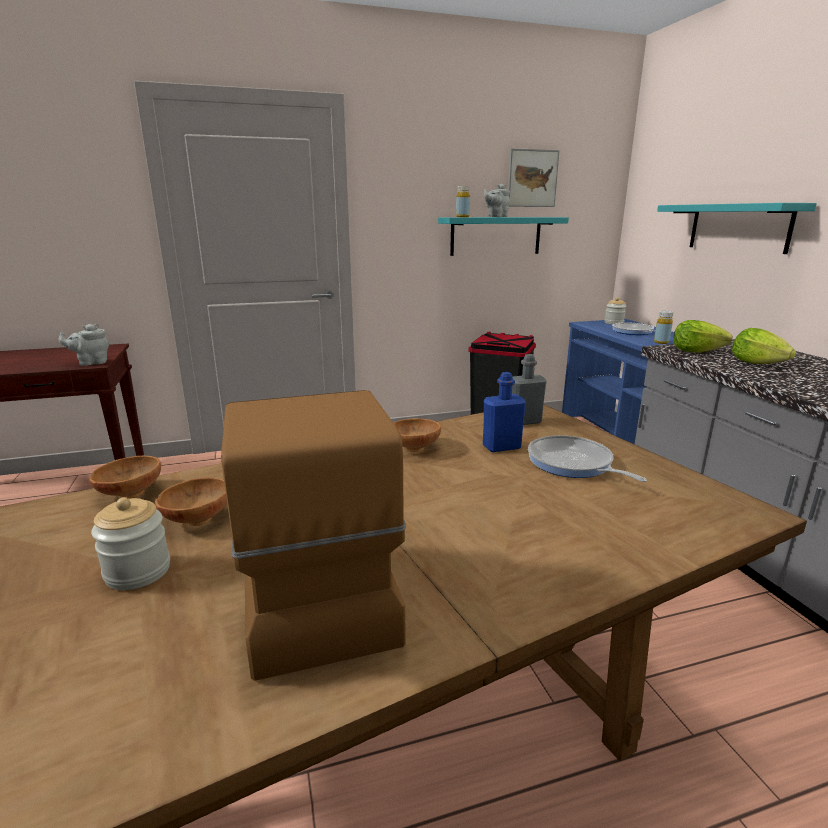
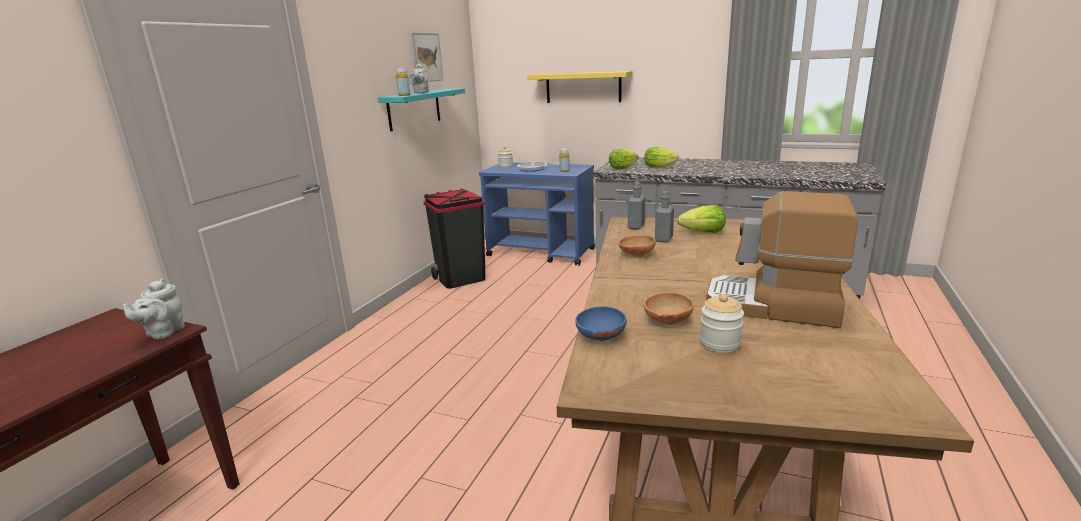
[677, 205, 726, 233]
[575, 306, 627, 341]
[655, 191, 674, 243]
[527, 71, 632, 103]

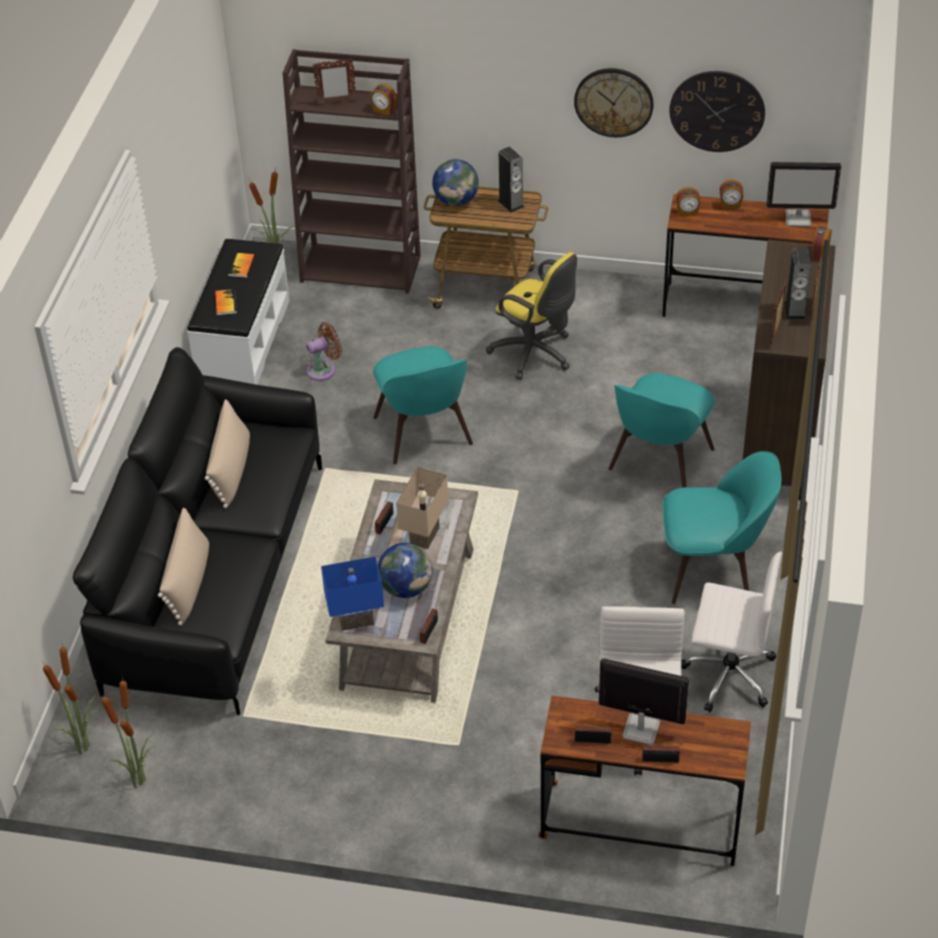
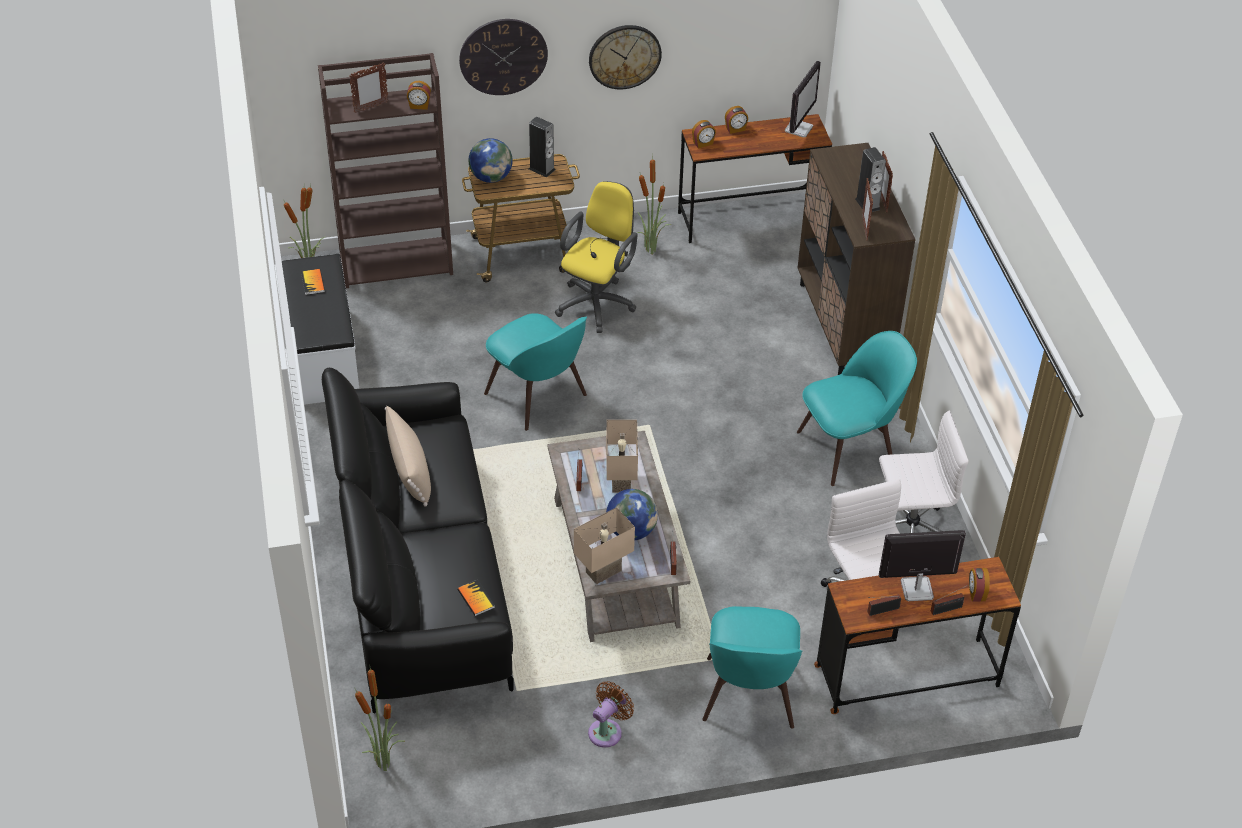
[158, 508, 209, 626] (first image)
[637, 155, 671, 254]
[457, 580, 495, 616]
[588, 681, 634, 748]
[702, 606, 802, 729]
[459, 19, 548, 95]
[969, 568, 990, 602]
[574, 507, 635, 584]
[555, 181, 637, 333]
[785, 61, 821, 138]

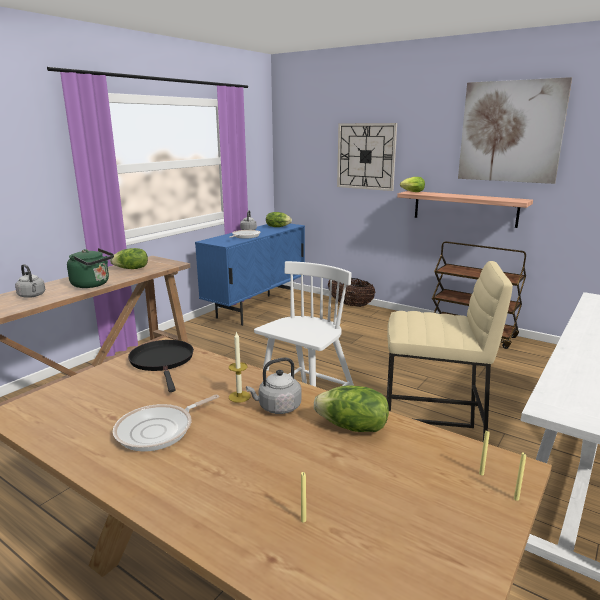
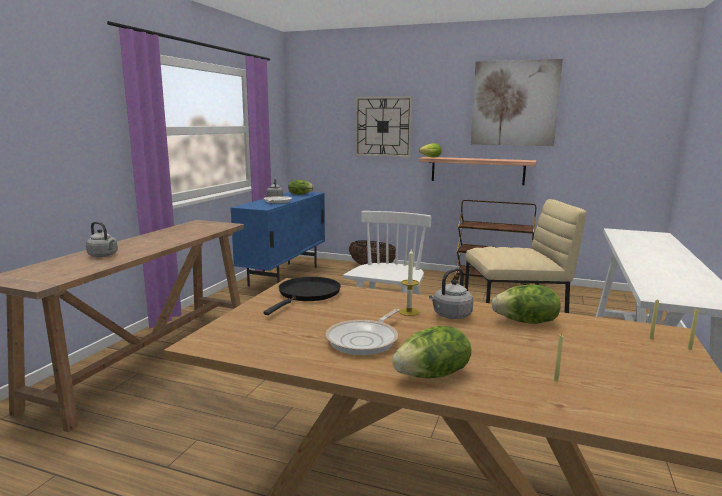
[67, 248, 114, 288] (first image)
[392, 326, 471, 378]
[263, 277, 341, 315]

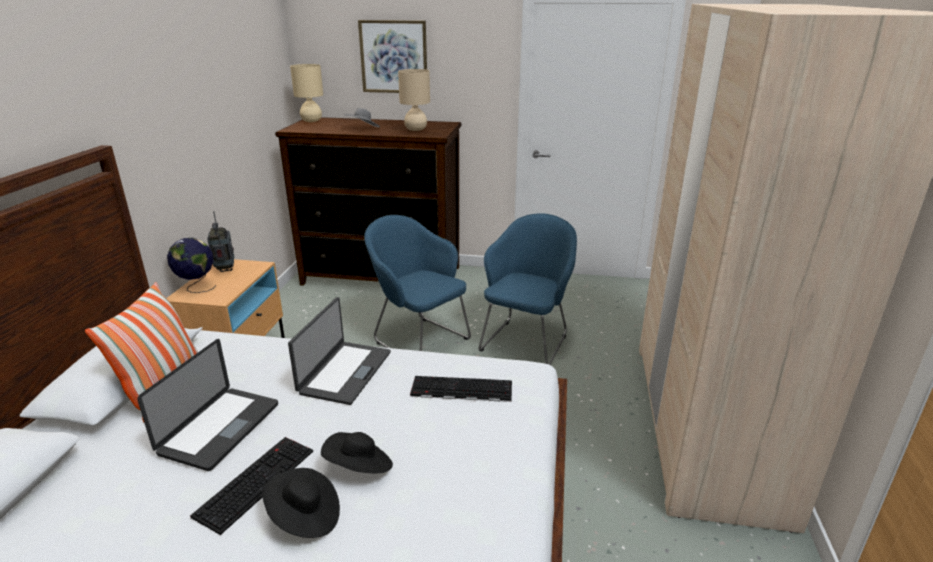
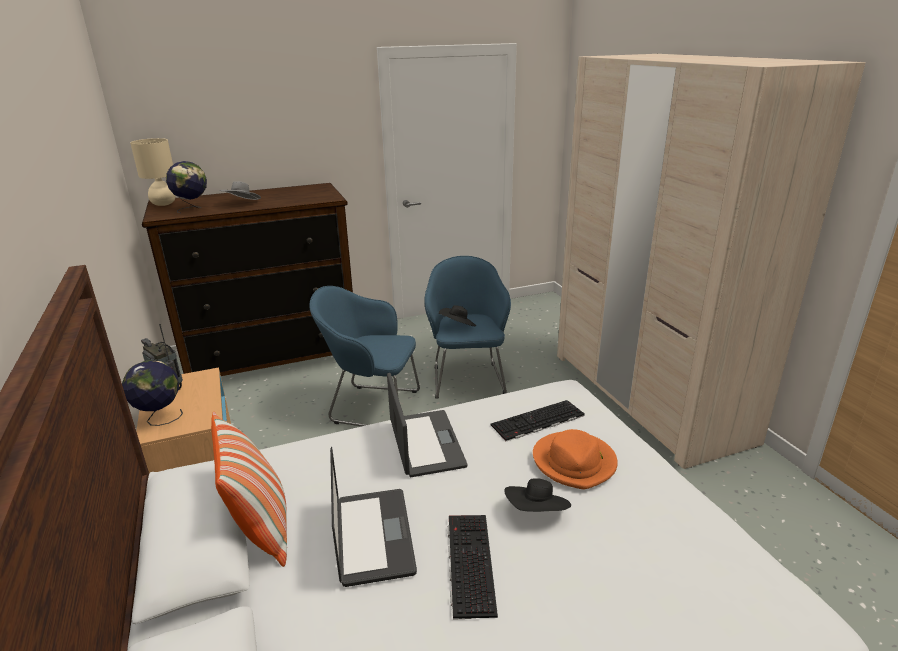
[358, 20, 427, 93] (first image)
[398, 69, 430, 131] (first image)
[166, 161, 207, 213]
[533, 429, 618, 490]
[439, 305, 476, 326]

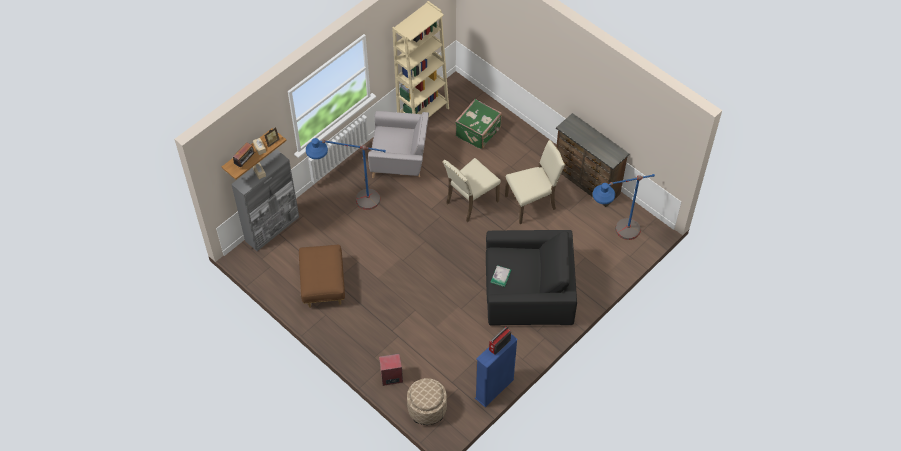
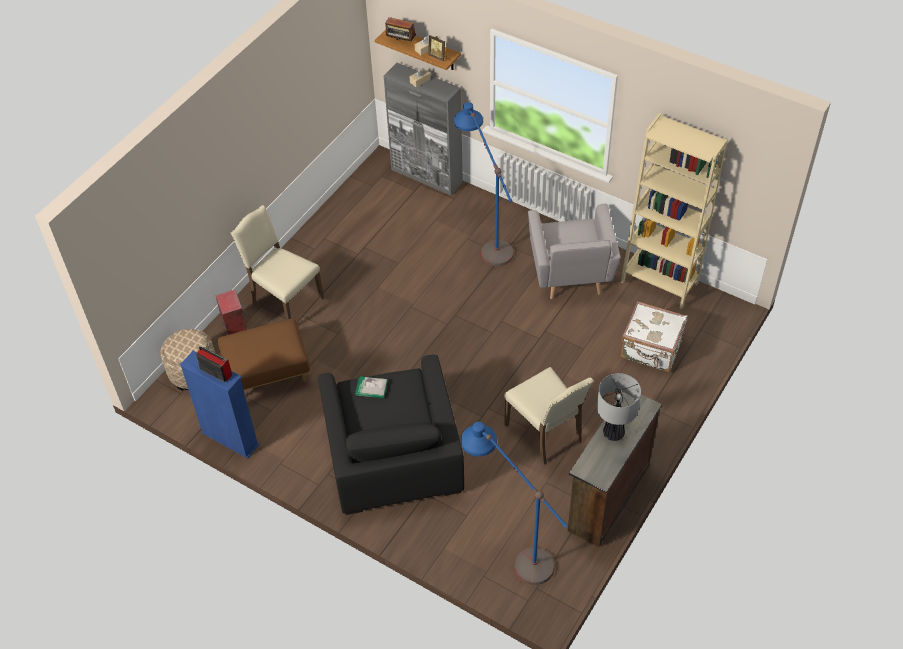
[597, 373, 641, 441]
[218, 318, 310, 390]
[231, 205, 324, 320]
[621, 301, 687, 372]

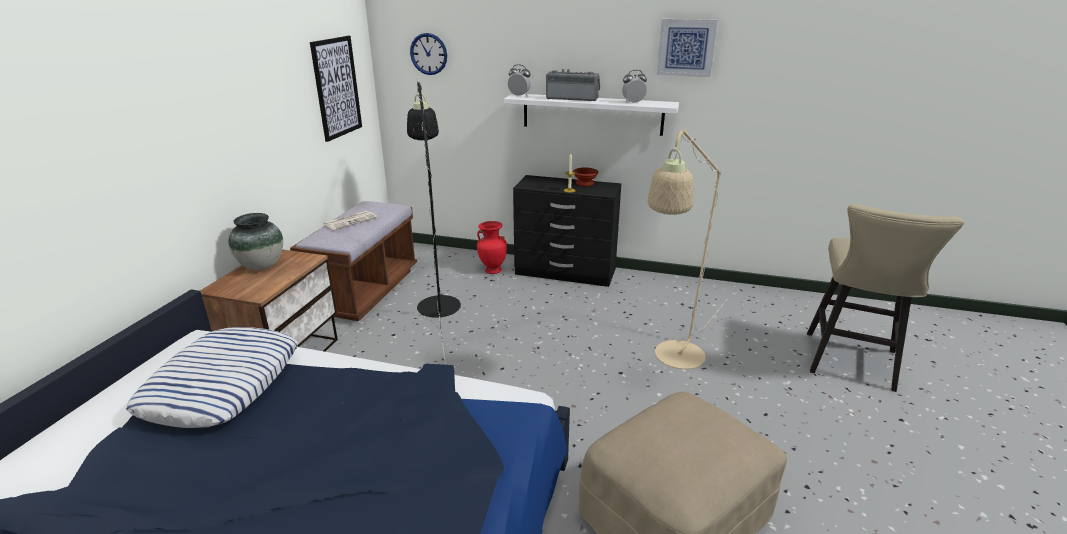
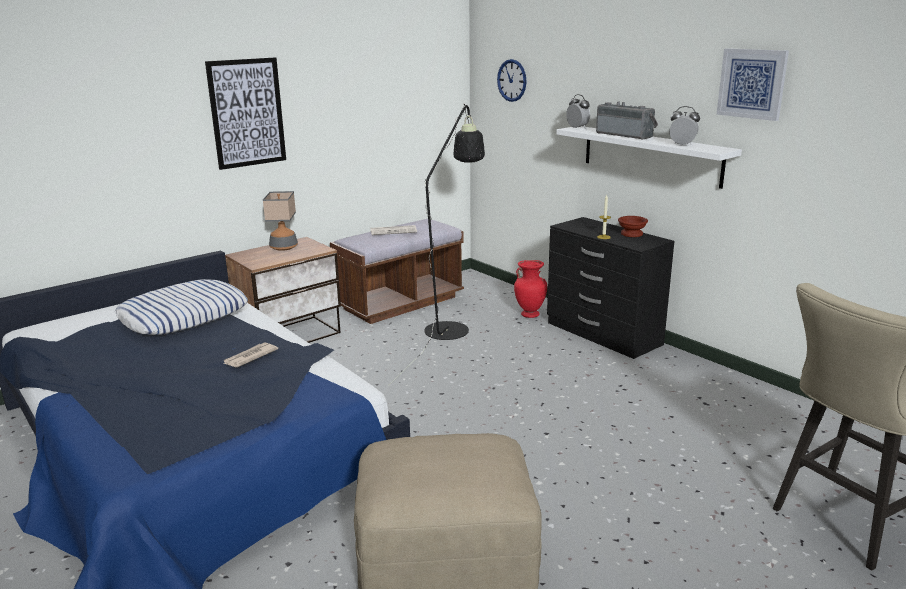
[648, 127, 727, 369] (first image)
[223, 342, 278, 367]
[205, 57, 286, 170]
[263, 191, 298, 251]

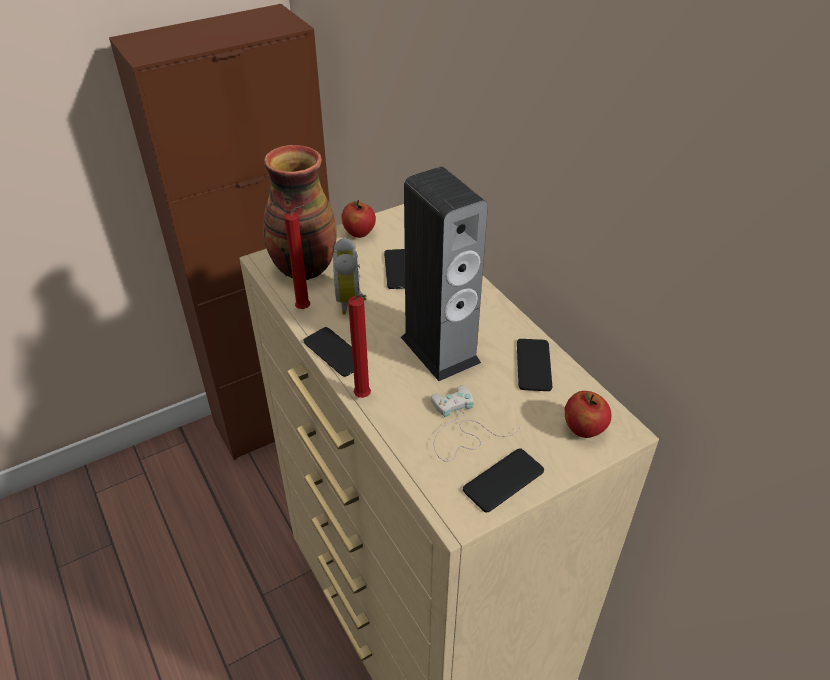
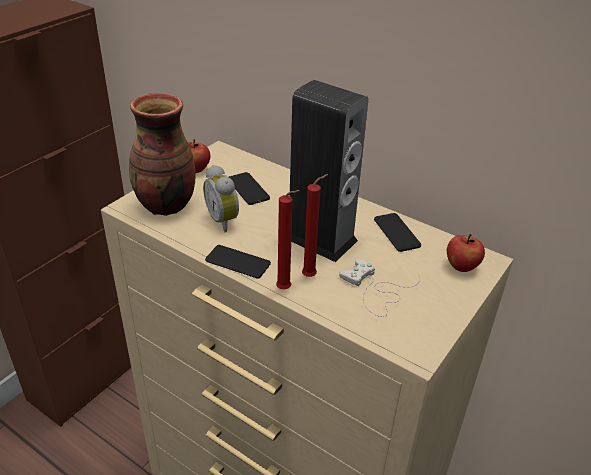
[463, 448, 544, 513] (first image)
[302, 174, 328, 277]

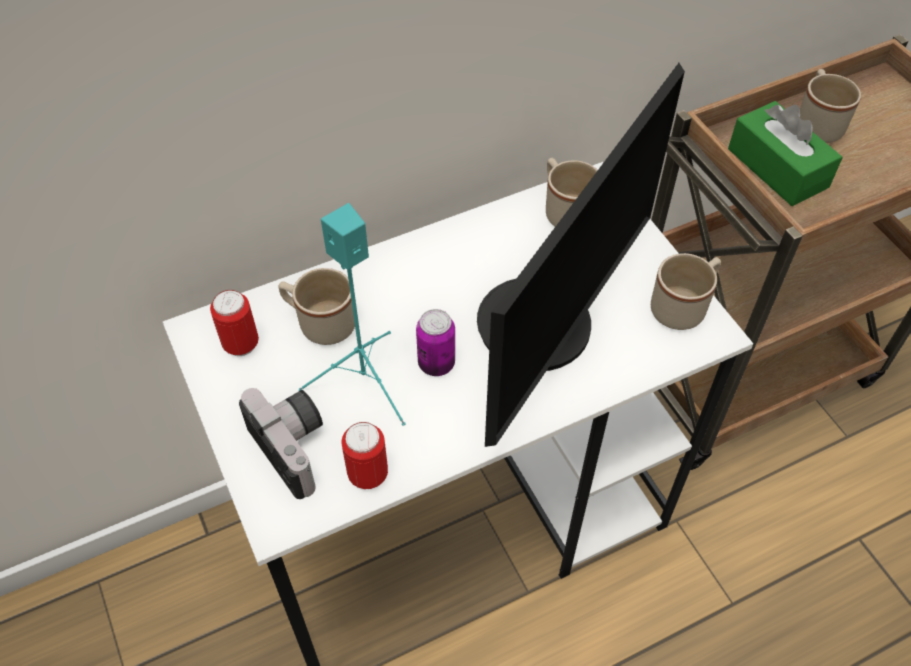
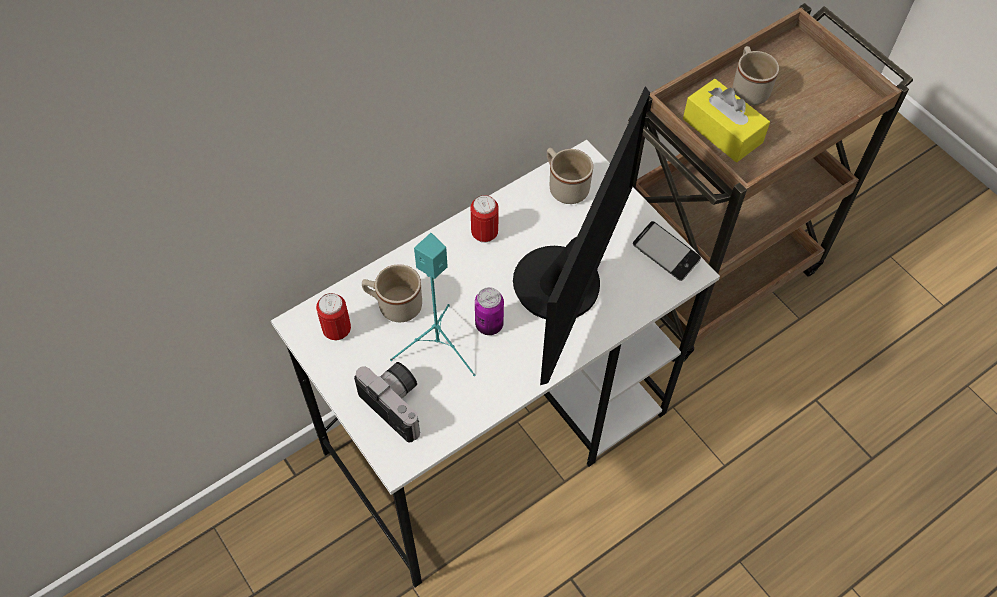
[470, 195, 499, 243]
[633, 221, 701, 281]
[683, 79, 770, 162]

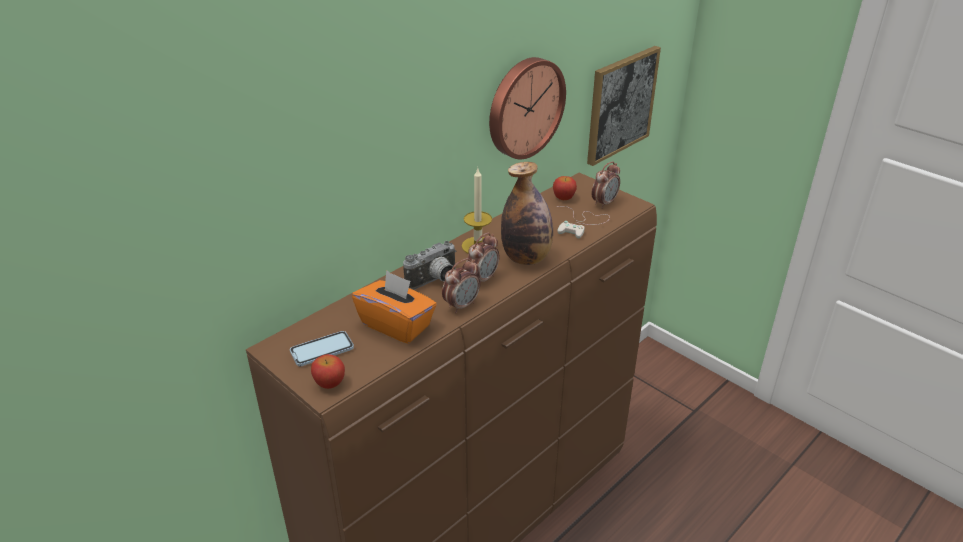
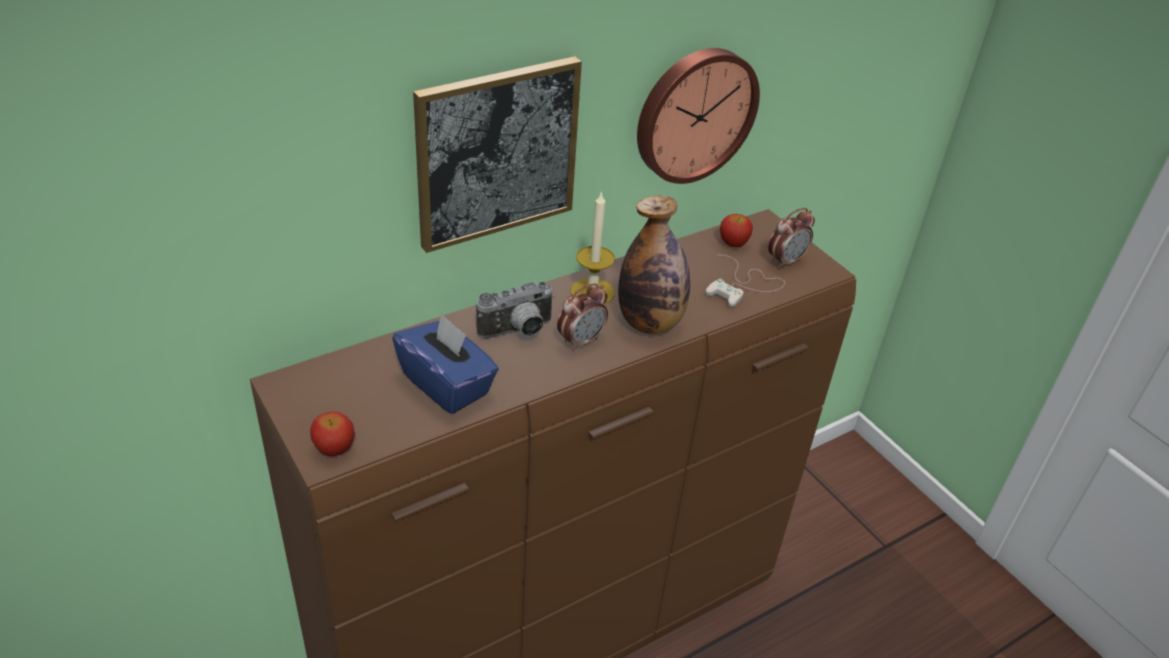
[290, 331, 354, 366] (first image)
[442, 258, 480, 313] (first image)
[413, 56, 582, 253]
[392, 313, 499, 414]

